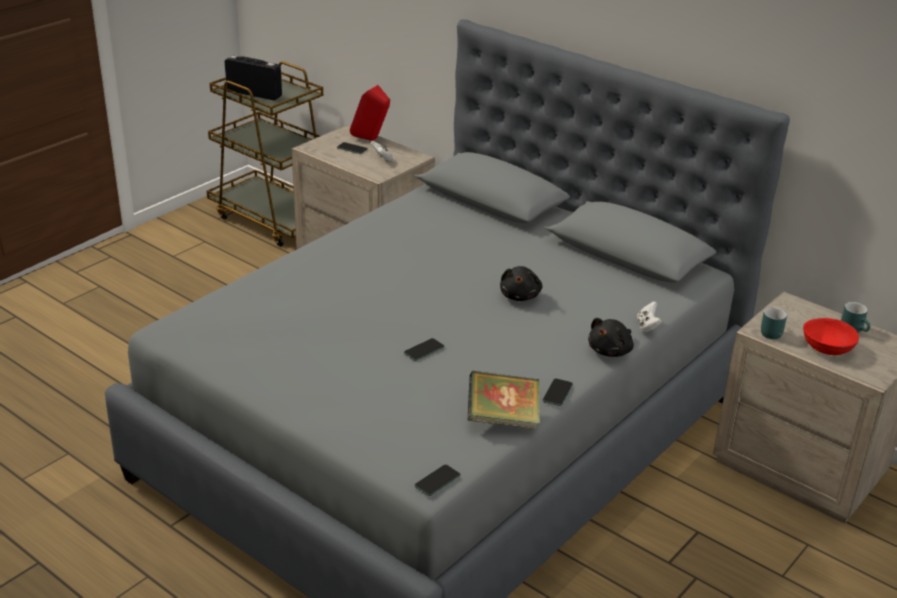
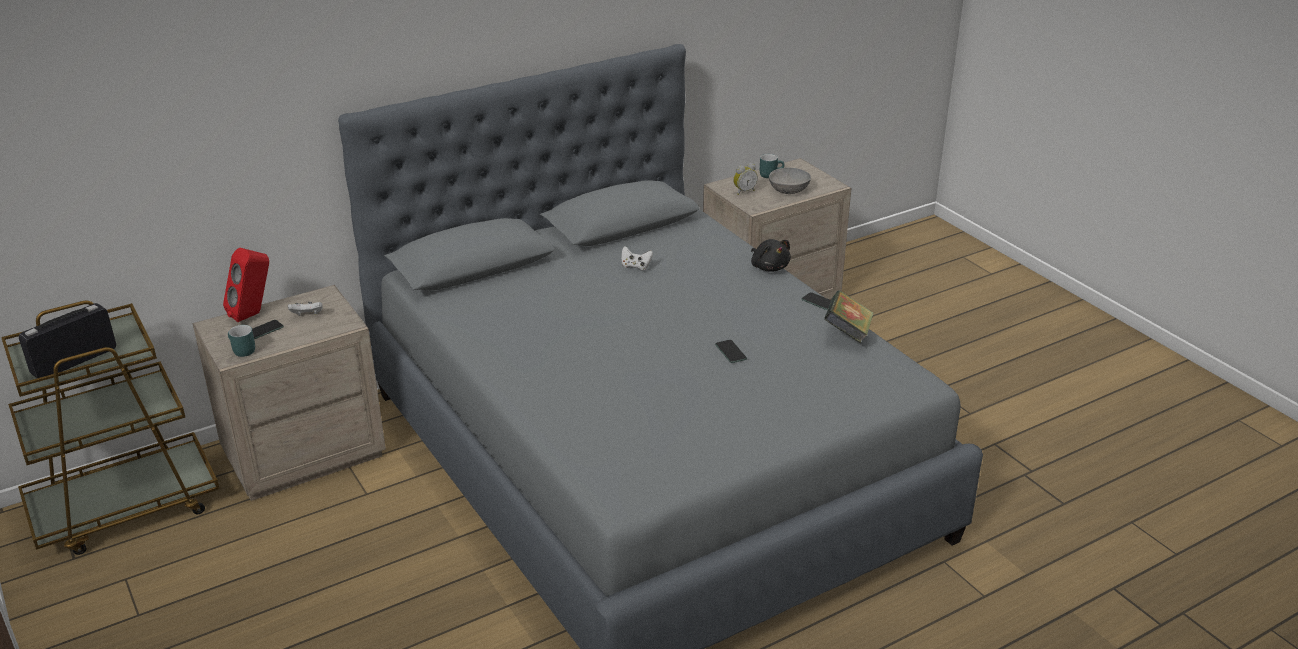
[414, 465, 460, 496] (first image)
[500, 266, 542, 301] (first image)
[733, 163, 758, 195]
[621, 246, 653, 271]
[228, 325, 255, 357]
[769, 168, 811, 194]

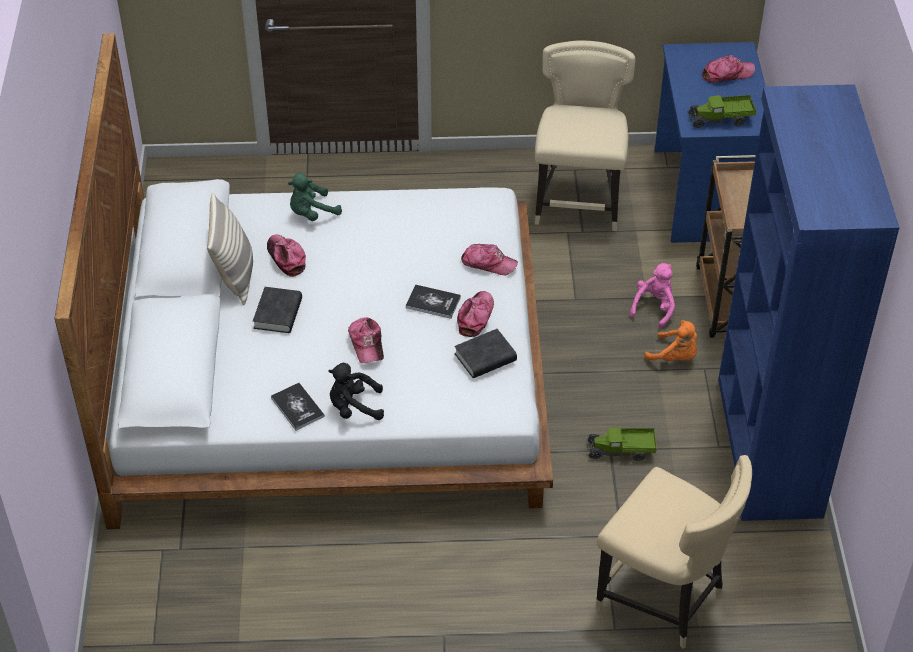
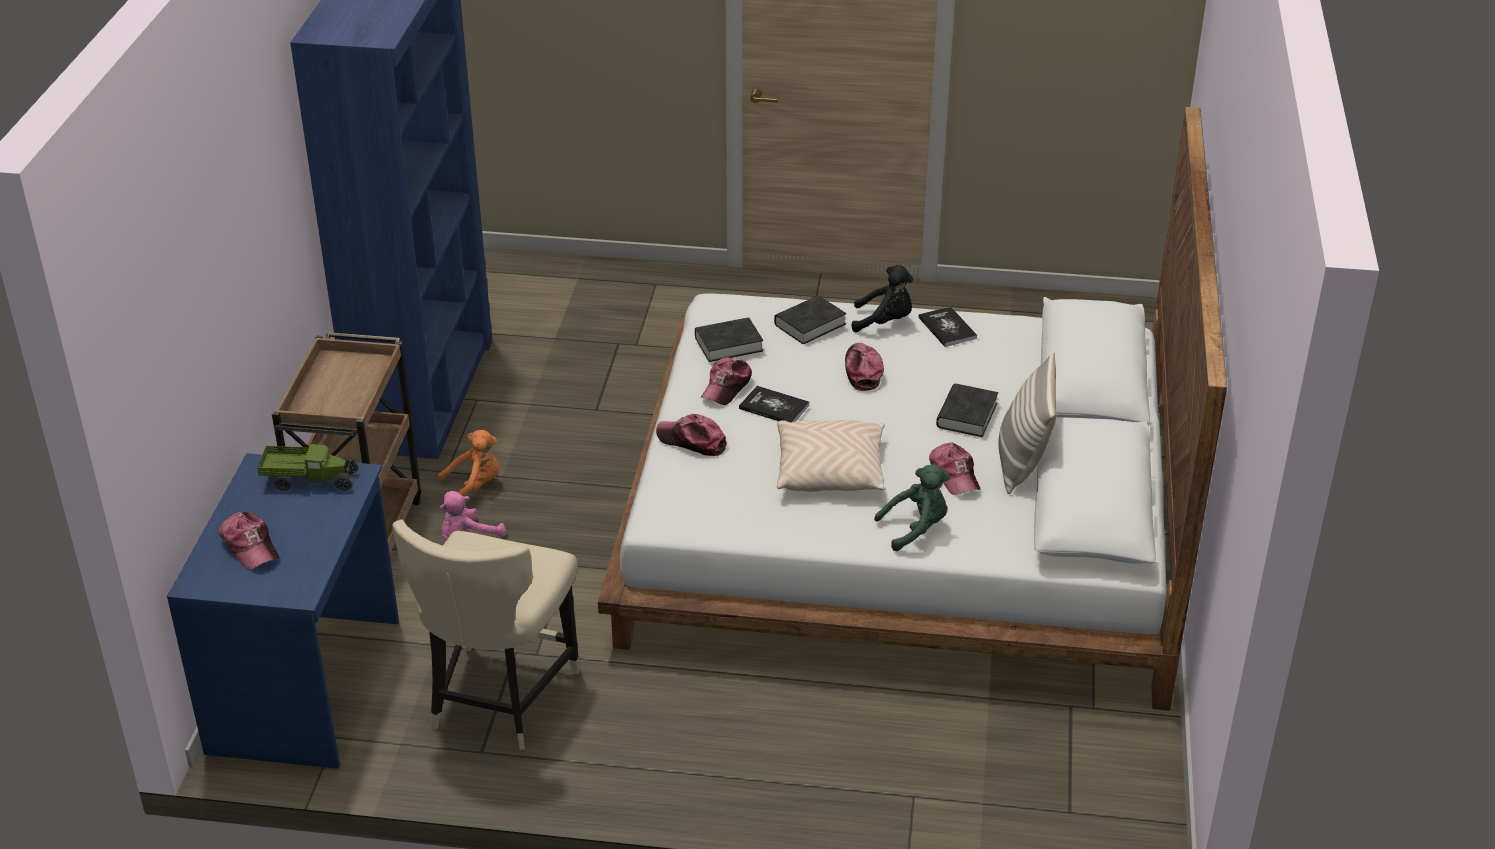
[587, 427, 657, 461] (first image)
[596, 455, 752, 649] (first image)
[774, 295, 846, 344]
[777, 420, 886, 492]
[438, 430, 500, 497]
[219, 511, 279, 570]

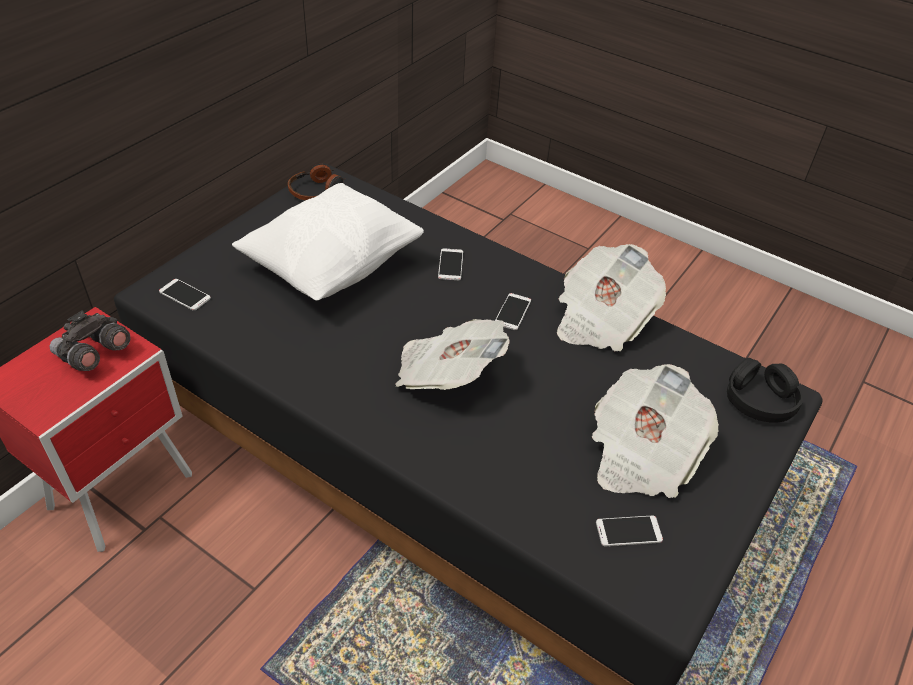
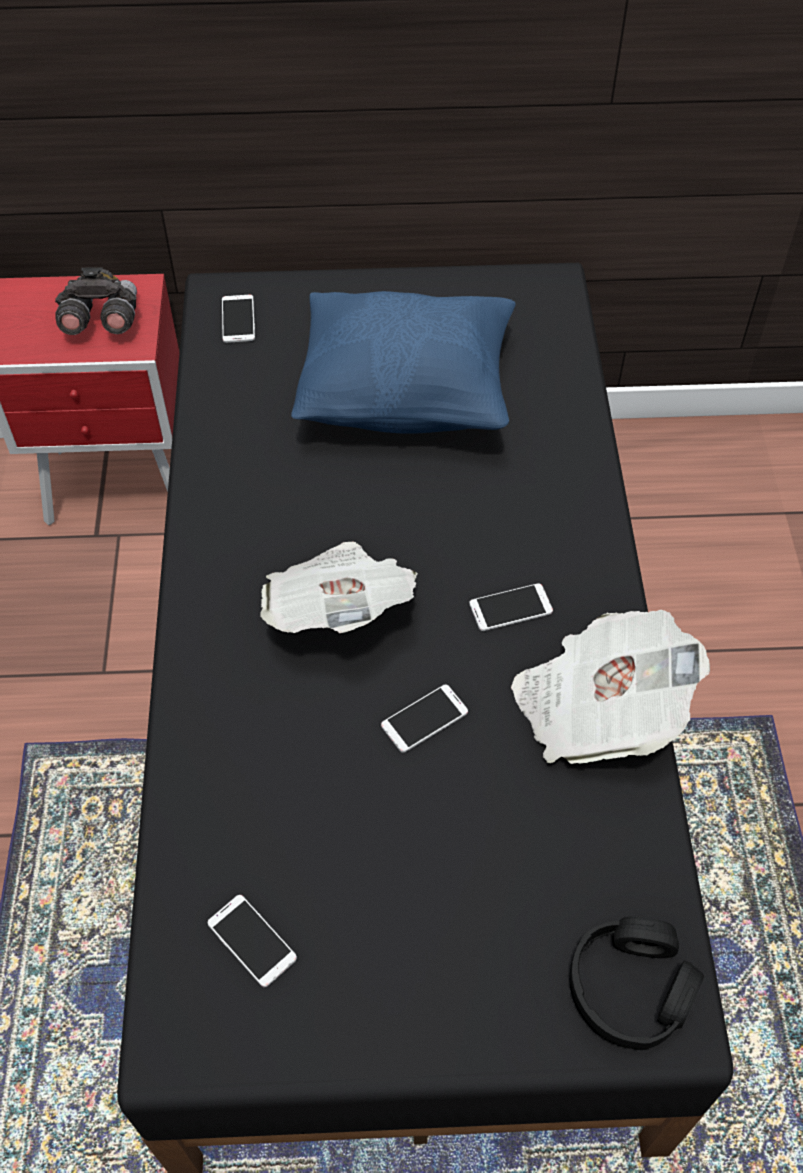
[288, 164, 345, 200] (first image)
[592, 364, 719, 498] (first image)
[381, 685, 468, 753]
[291, 291, 516, 434]

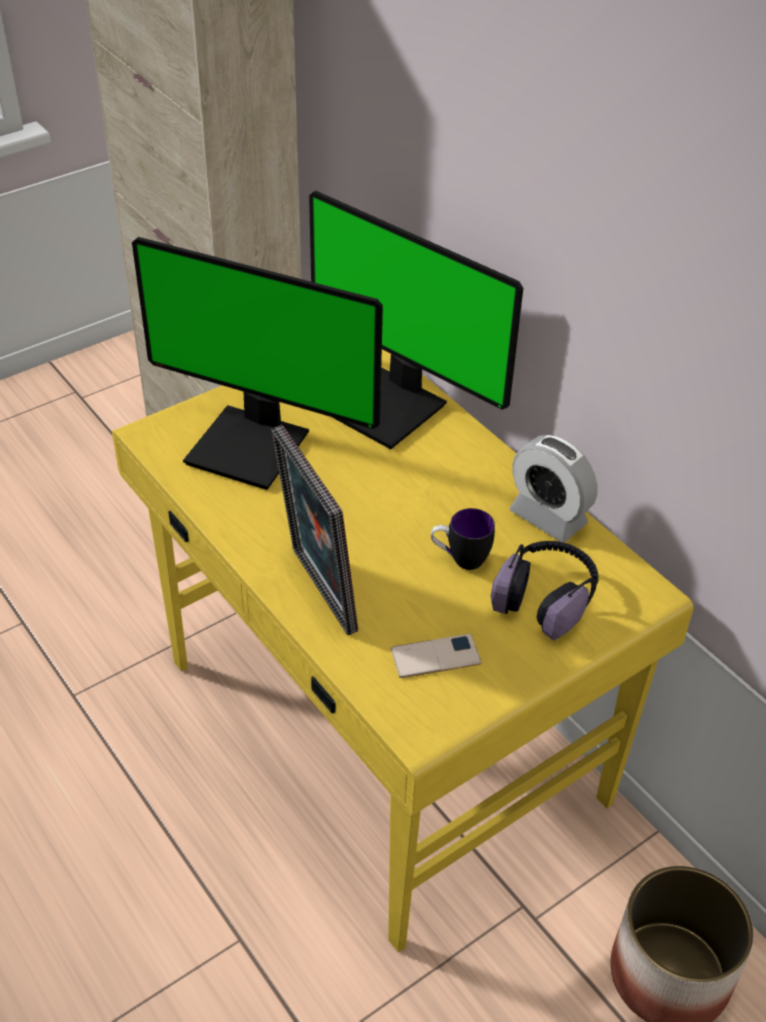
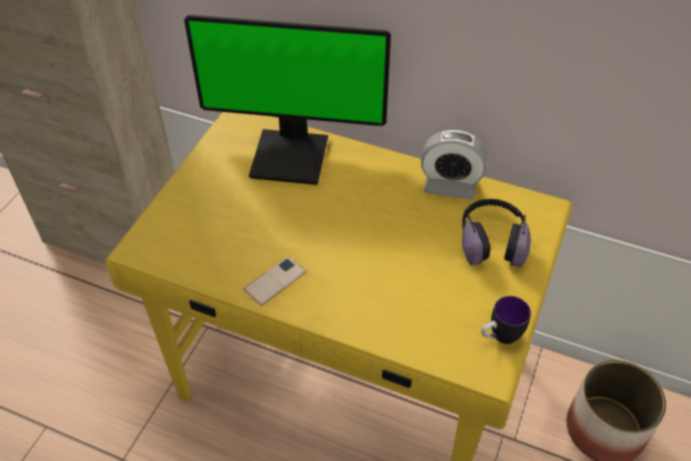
[132, 237, 383, 490] (first image)
[271, 425, 358, 635] (first image)
[243, 256, 306, 306]
[481, 296, 531, 344]

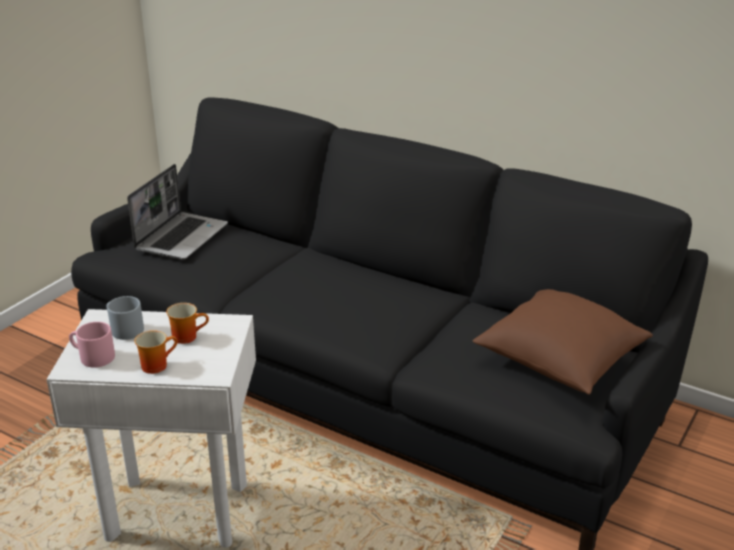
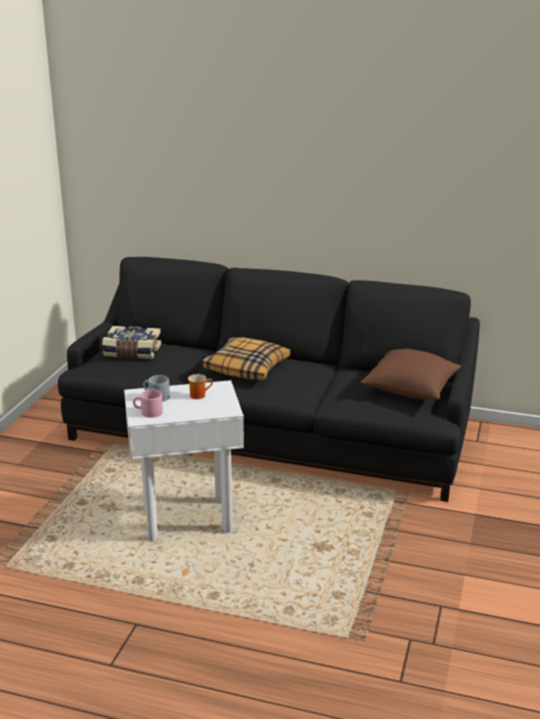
[134, 330, 178, 374] (first image)
[202, 337, 291, 380]
[102, 326, 161, 359]

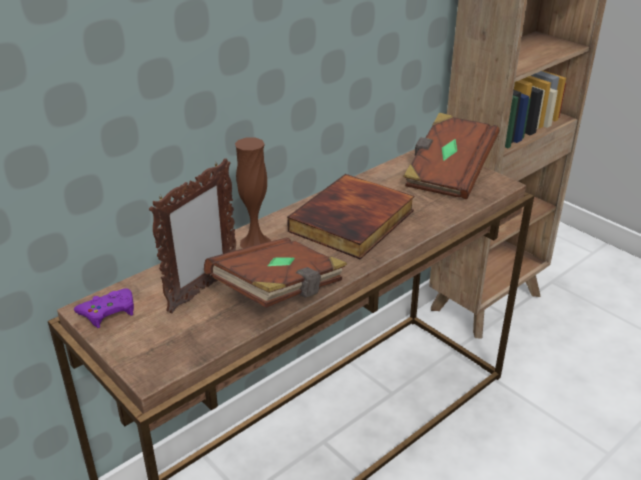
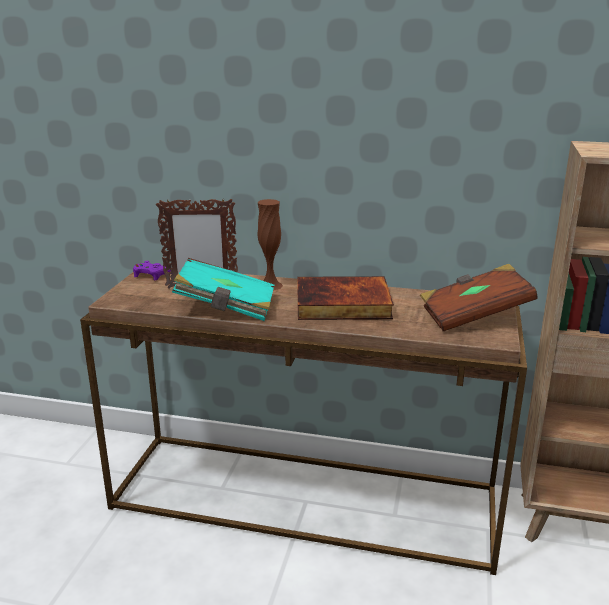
[172, 258, 274, 321]

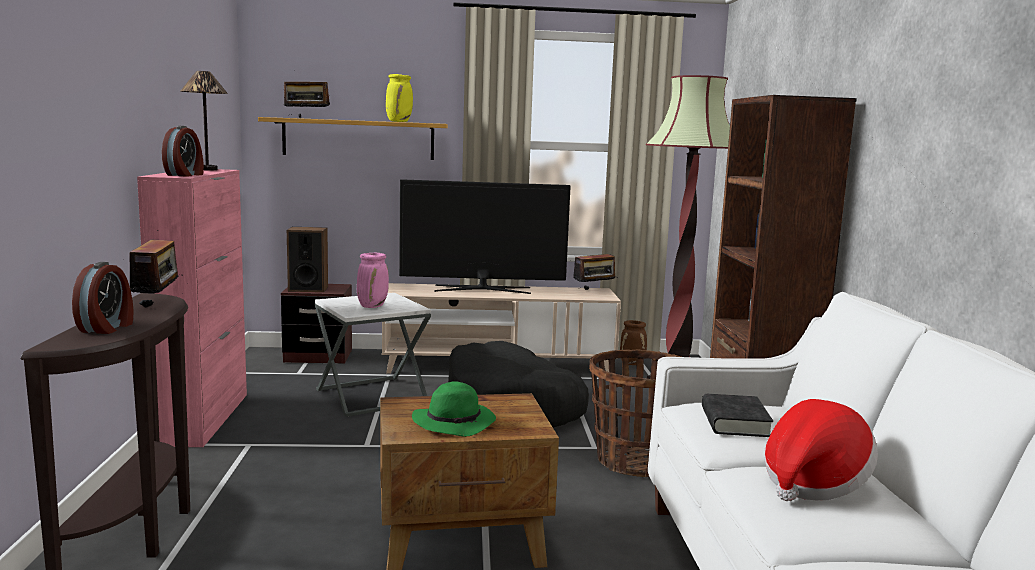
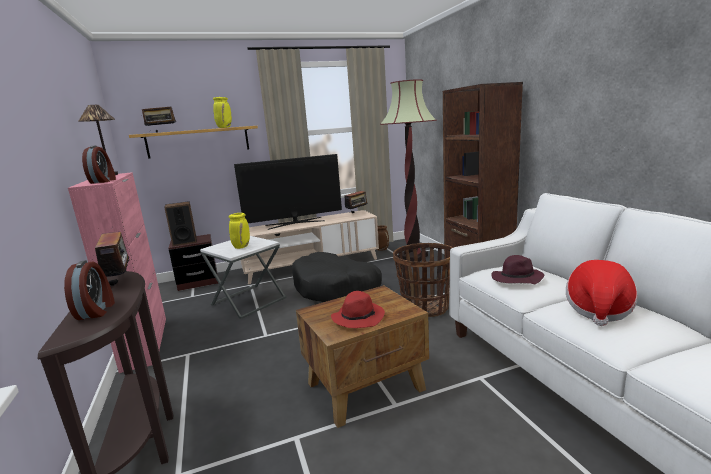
[491, 255, 544, 284]
[229, 213, 250, 249]
[331, 291, 385, 328]

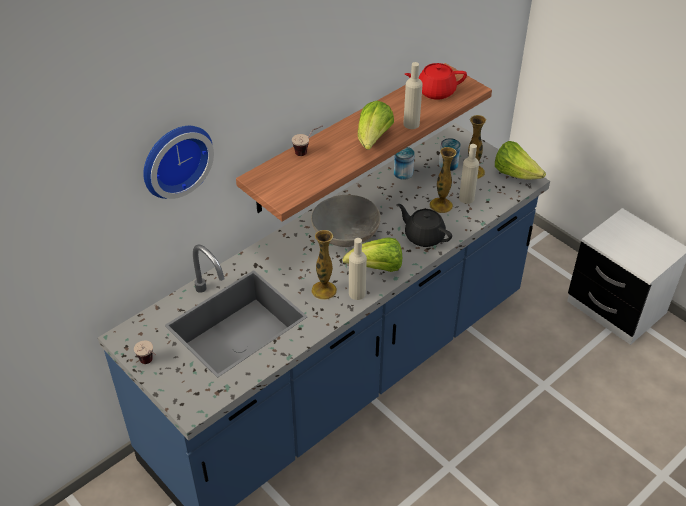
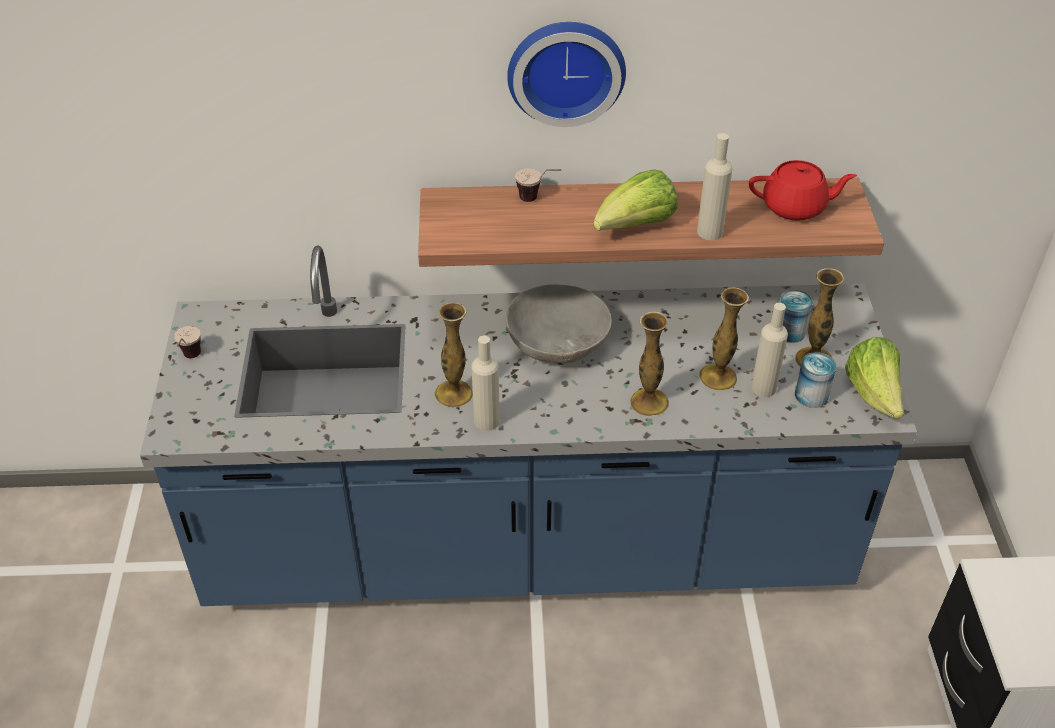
[343, 237, 402, 272] (first image)
[507, 22, 626, 127]
[795, 352, 836, 408]
[630, 311, 669, 417]
[749, 160, 857, 221]

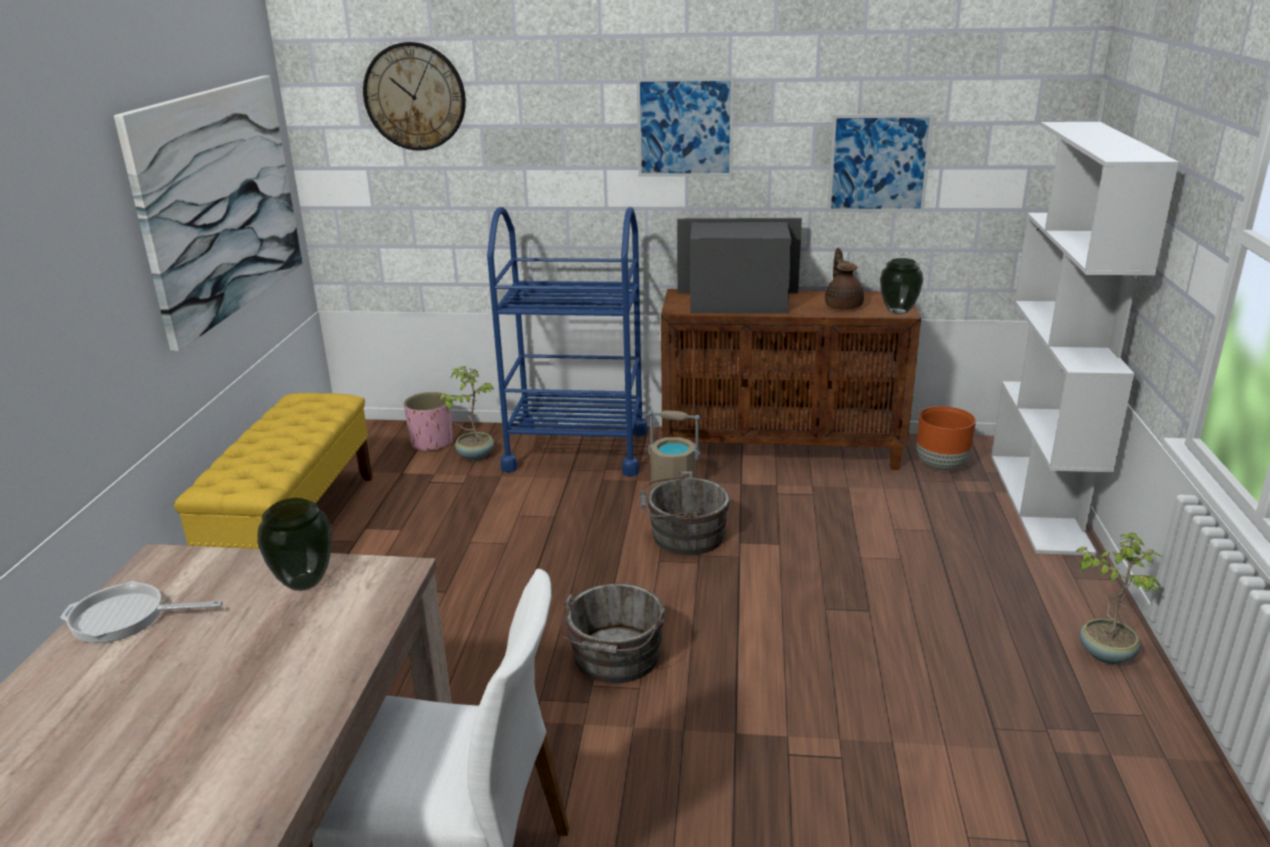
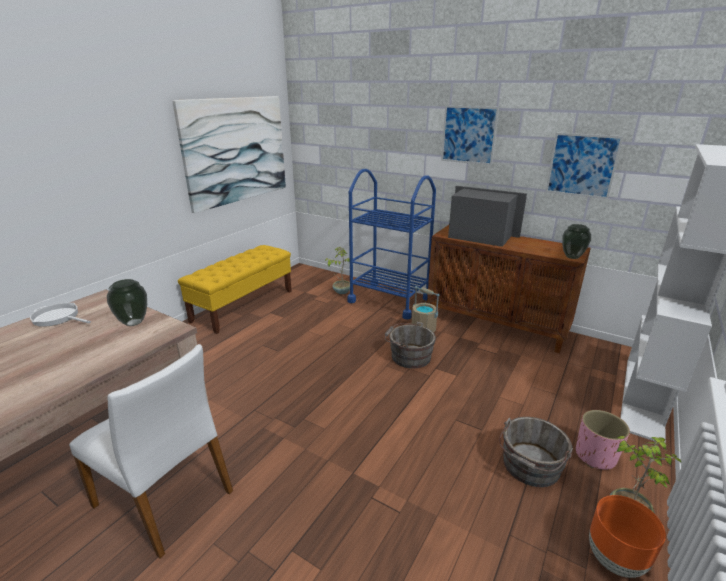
[363, 42, 466, 151] (first image)
[825, 248, 864, 310] (first image)
[576, 410, 630, 470]
[499, 417, 573, 487]
[589, 495, 666, 578]

